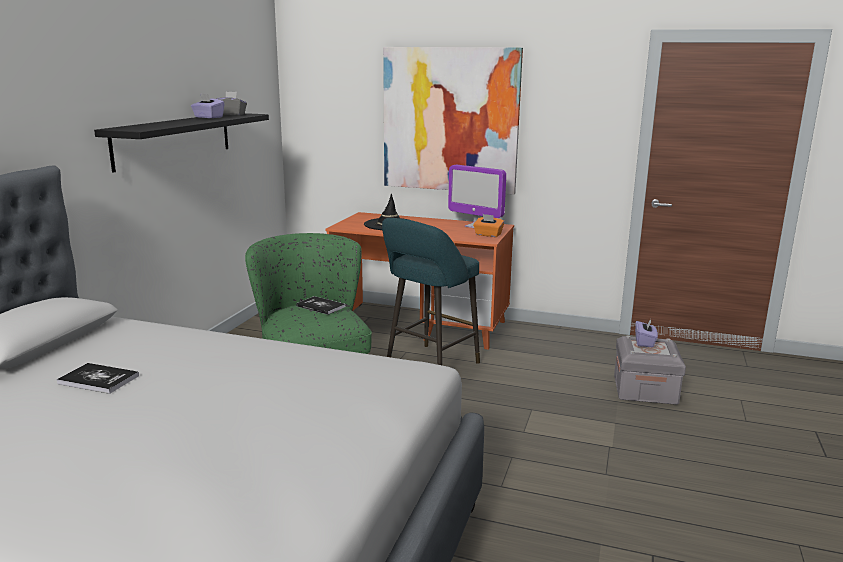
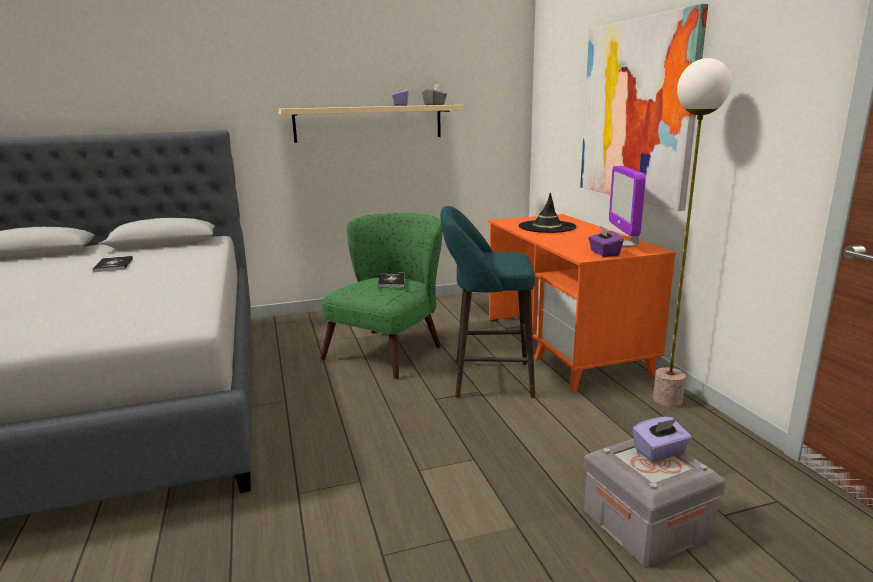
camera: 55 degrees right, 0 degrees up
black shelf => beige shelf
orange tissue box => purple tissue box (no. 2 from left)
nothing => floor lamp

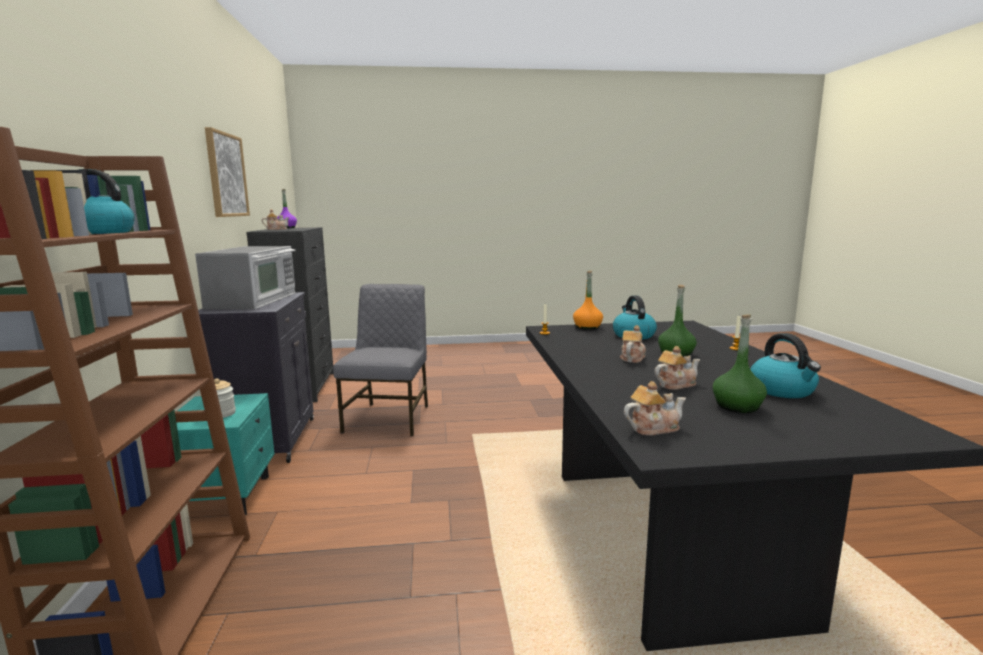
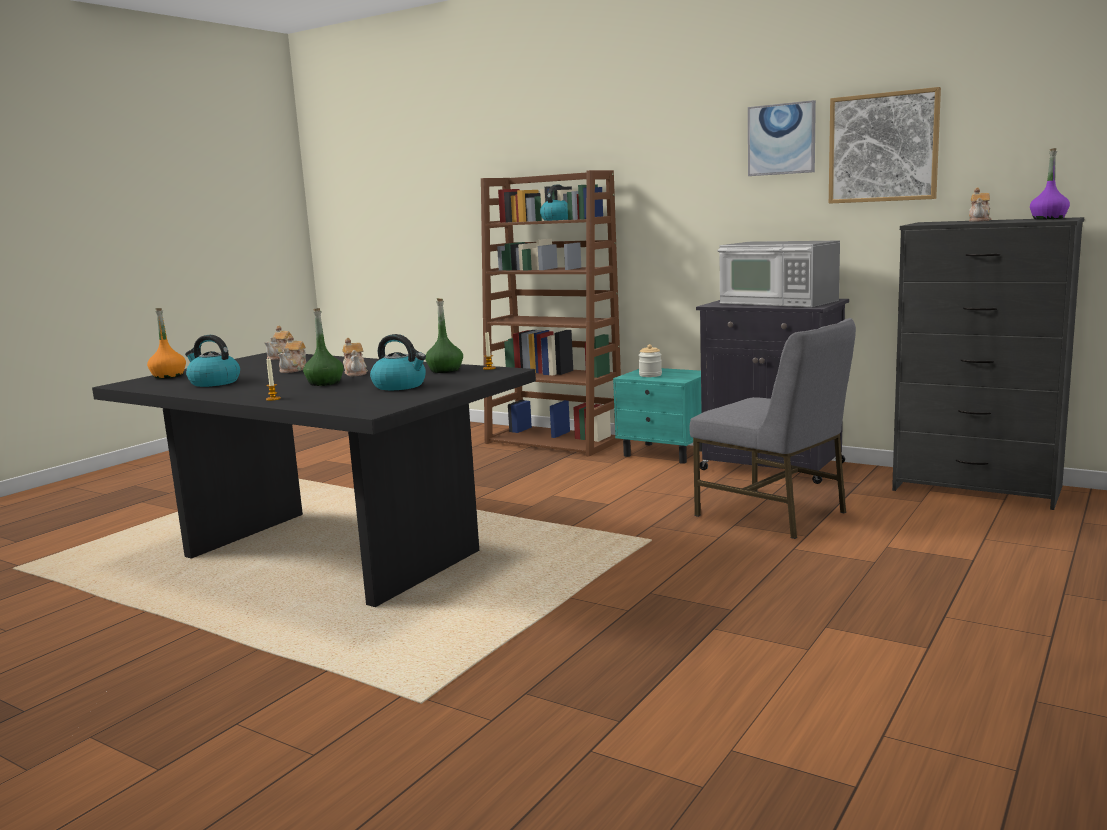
camera: 130 degrees right, 0 degrees up
orange bottle, relocated
green bottle (no. 2 from left), relocated
nothing => picture (no. 1 from left)

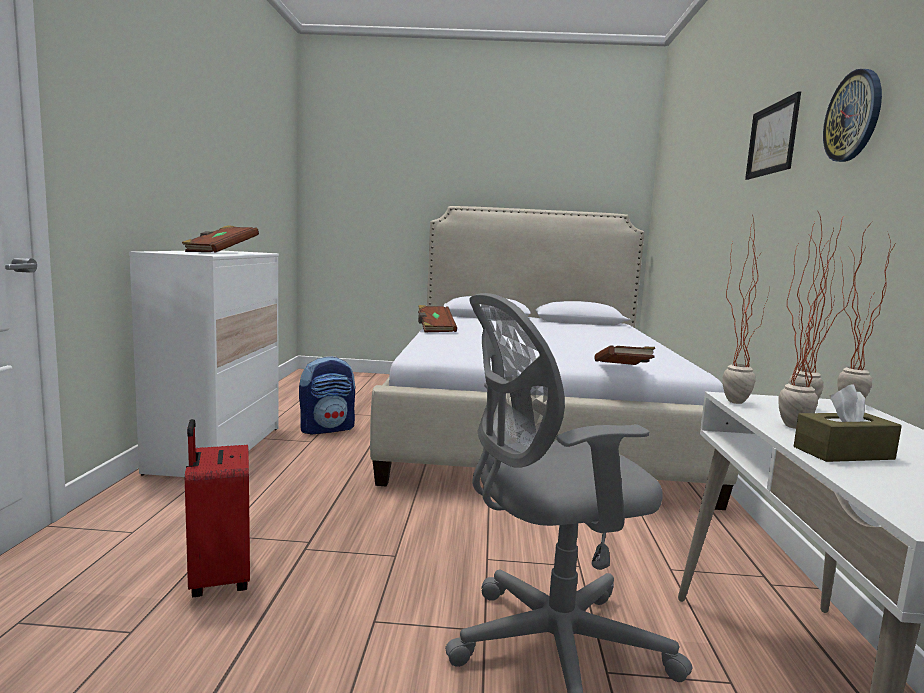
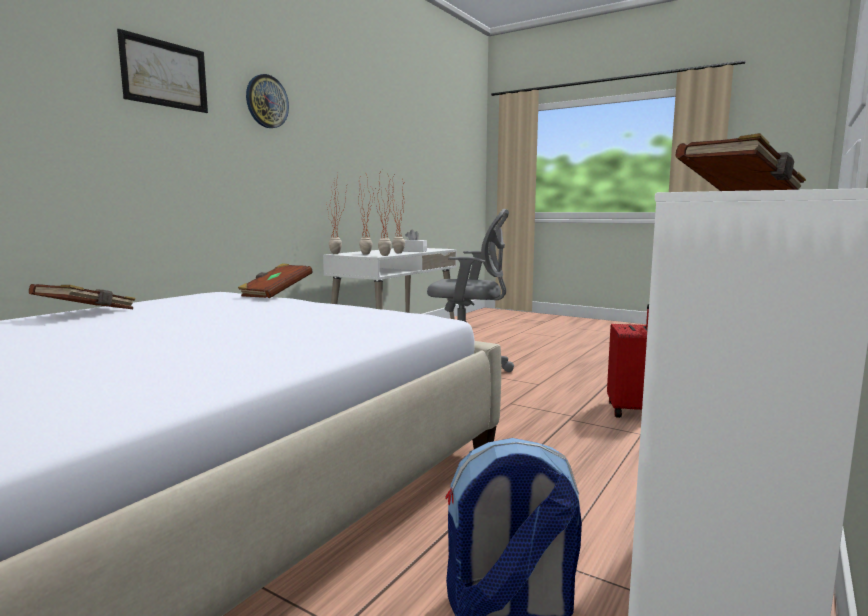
camera: 150 degrees left, 0 degrees up
brown book (no. 2 from left in the first image) => brown book (no. 1 from left), relocated
brown tissue box => white tissue box

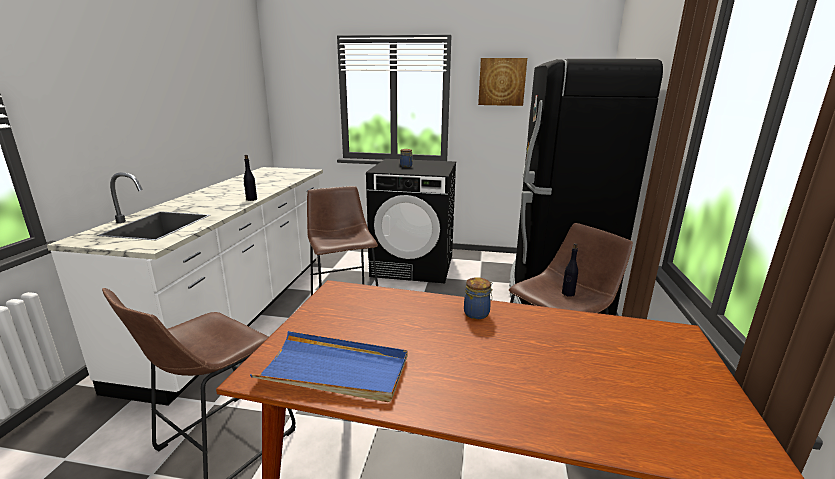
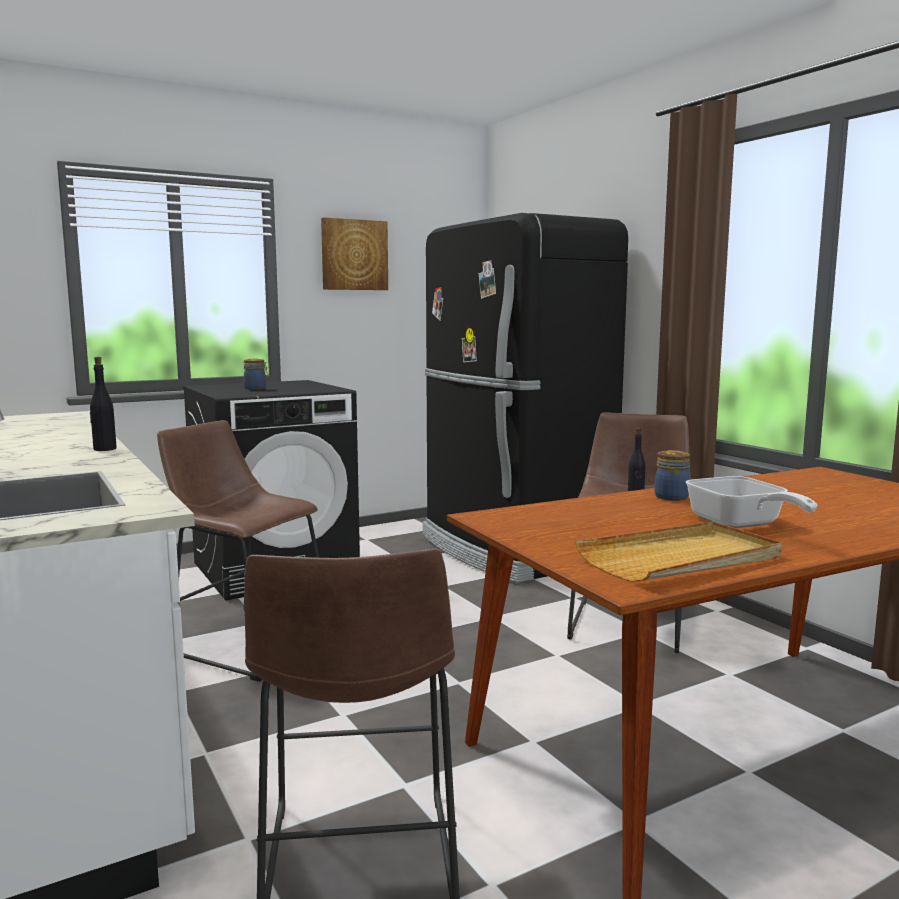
camera: 40 degrees left, 10 degrees down
blue tray => beige tray
nothing => frying pan

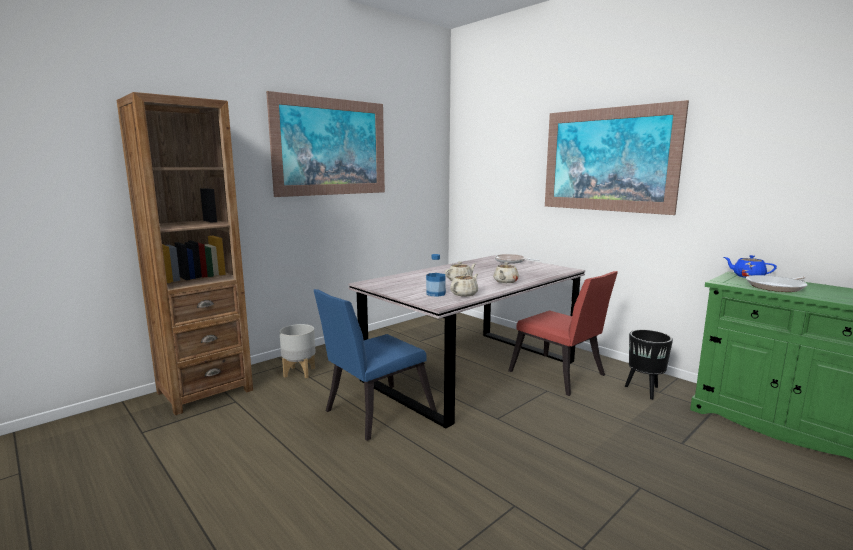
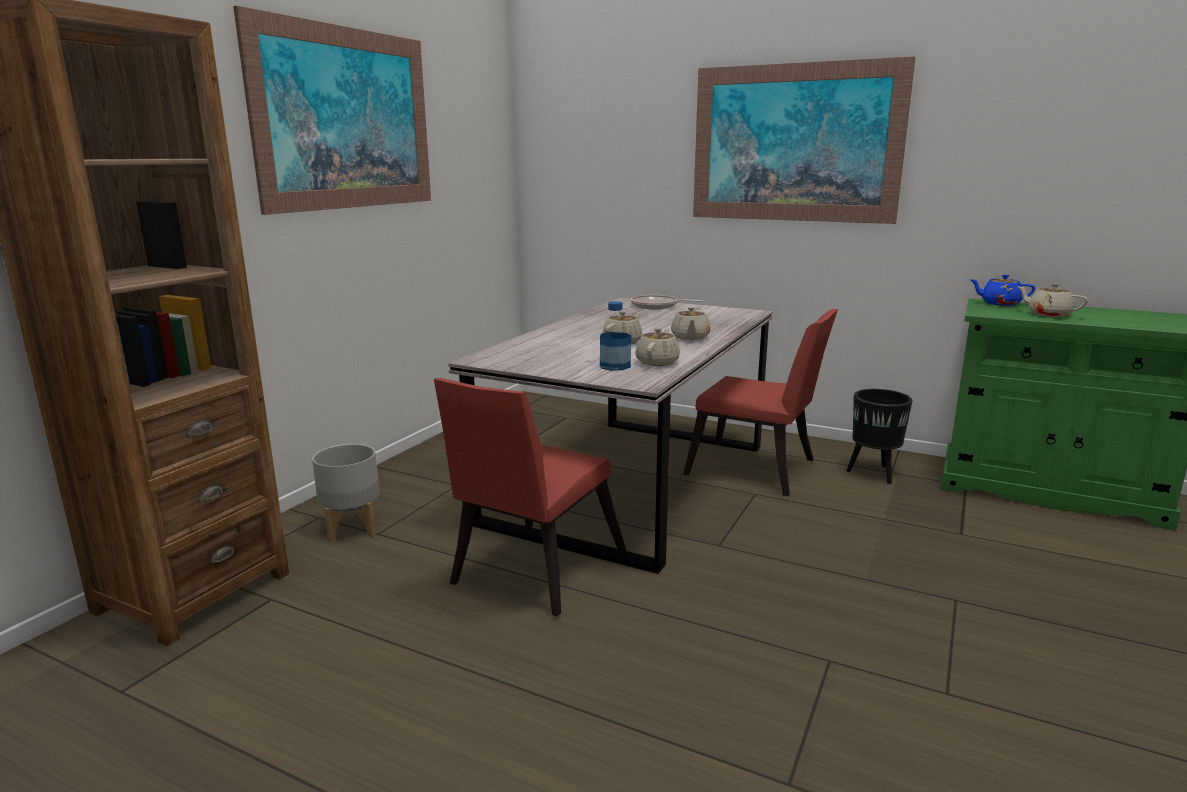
camera: 20 degrees left, 5 degrees up
blue chair => red chair (no. 1 from left)
frying pan (no. 2 from left) => beige teapot (no. 4 from left)

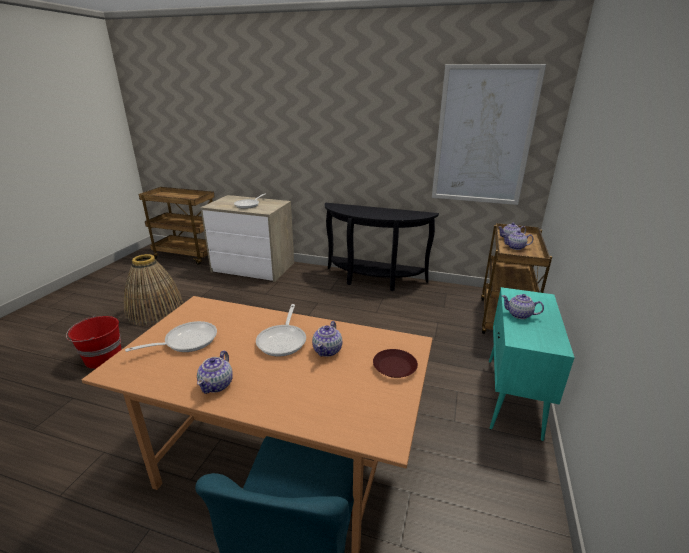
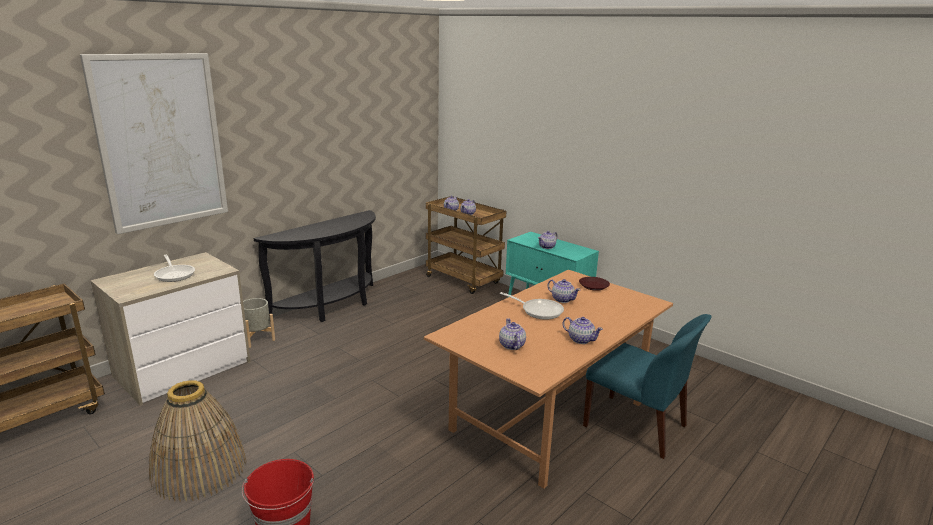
camera: 65 degrees left, 5 degrees down
frying pan (no. 1 from left) => teapot (no. 3 from left)
picture, relocated
nothing => grey planter

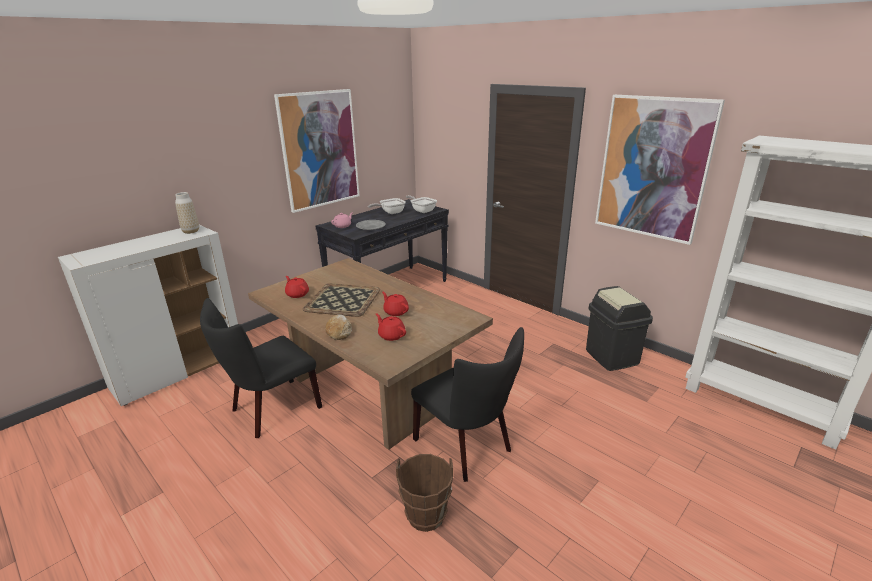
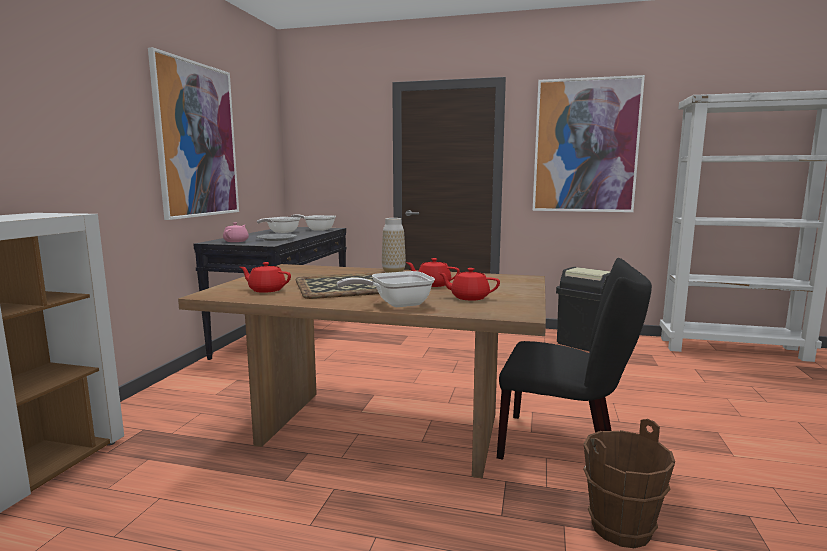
camera: 30 degrees left, 15 degrees down
vase, relocated
black chair (no. 1 from left) => nothing
bread => frying pan (no. 3 from left)

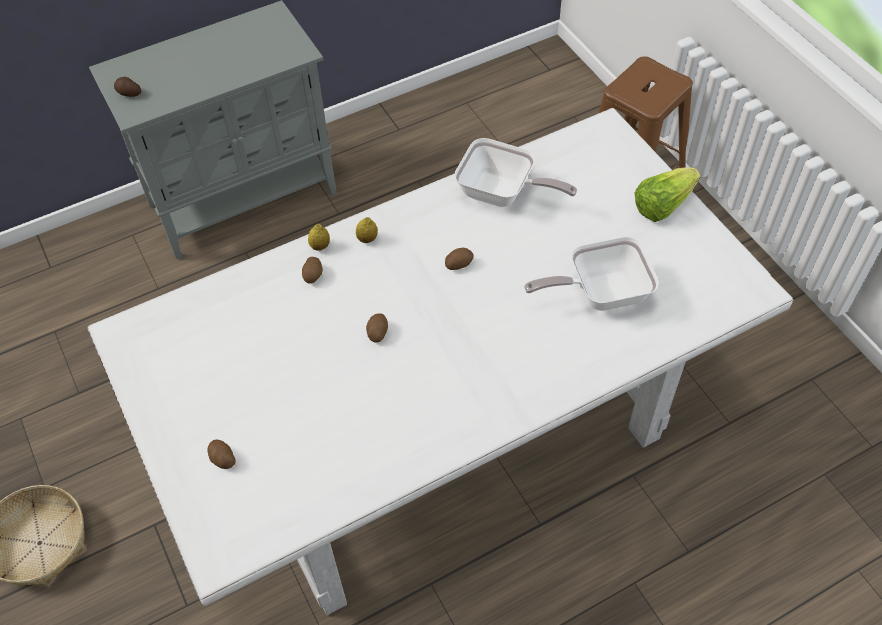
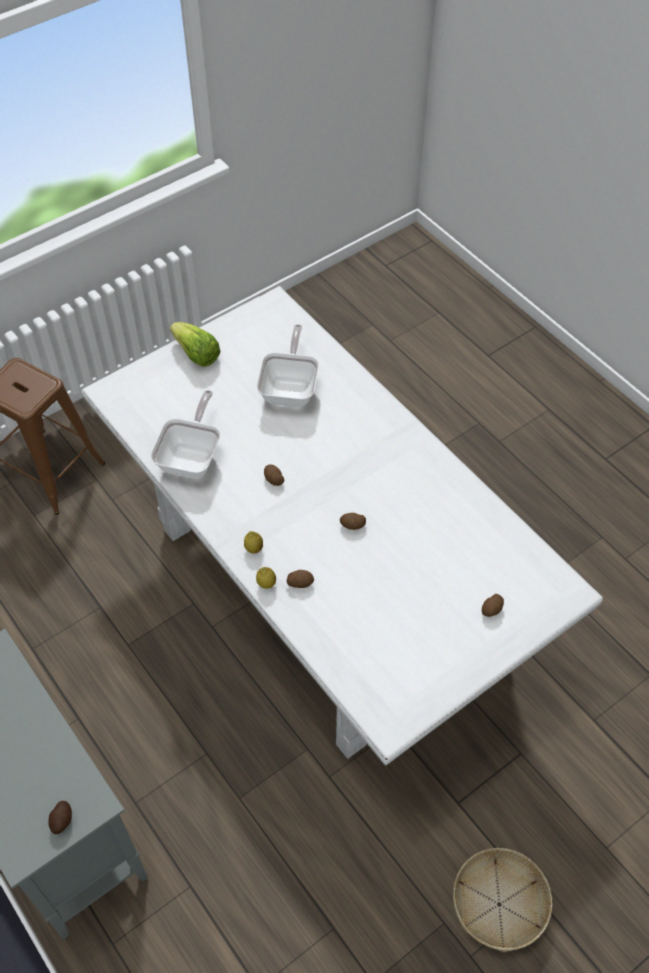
camera: 100 degrees left, 0 degrees up
frying pan (no. 2 from left), 150 degrees counterclockwise

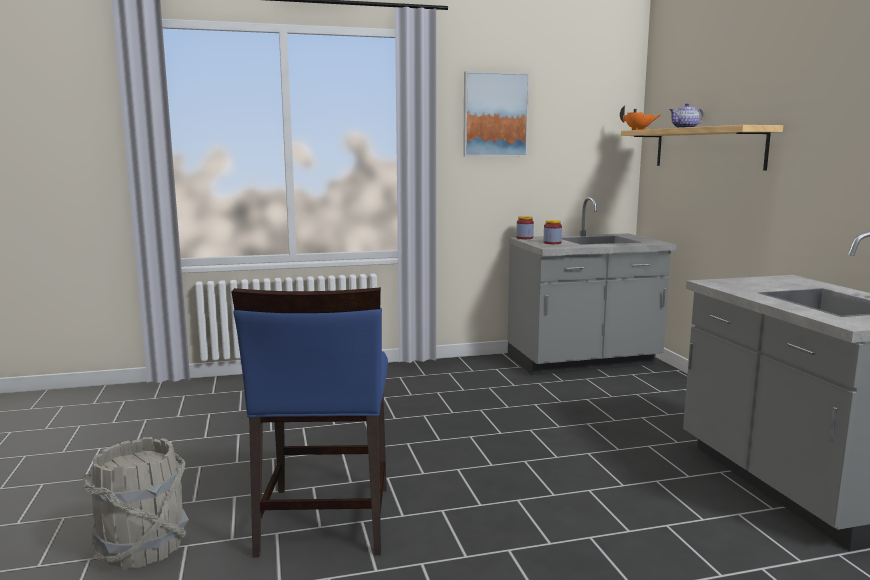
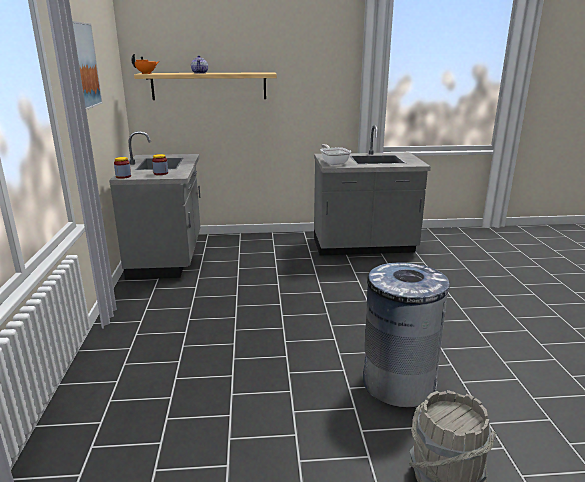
camera: 80 degrees left, 10 degrees up
blue chair => grey trash can
nothing => frying pan

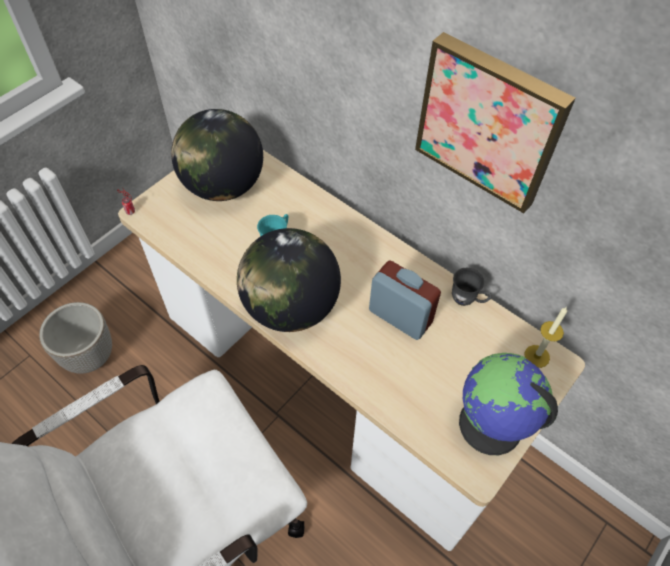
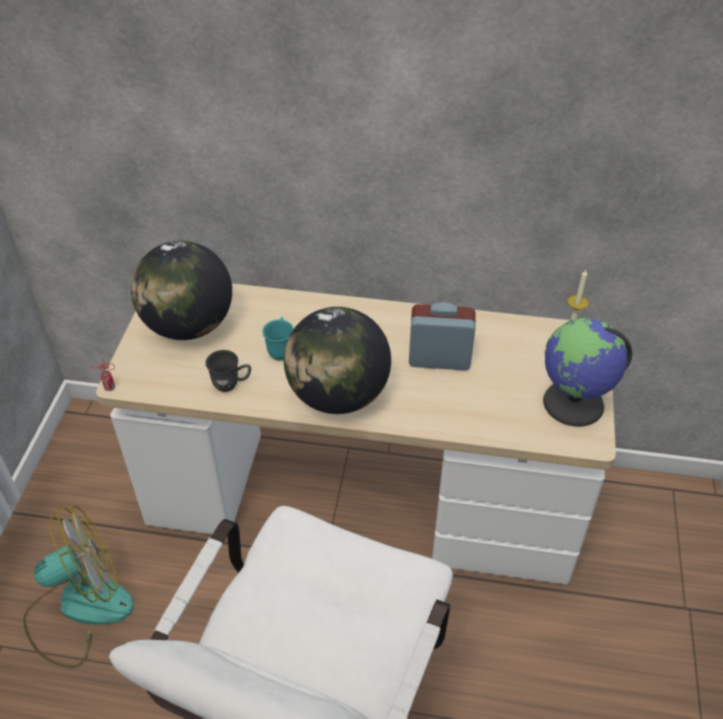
camera: 30 degrees left, 10 degrees down
planter => fan
picture => nothing
grey mug, relocated

